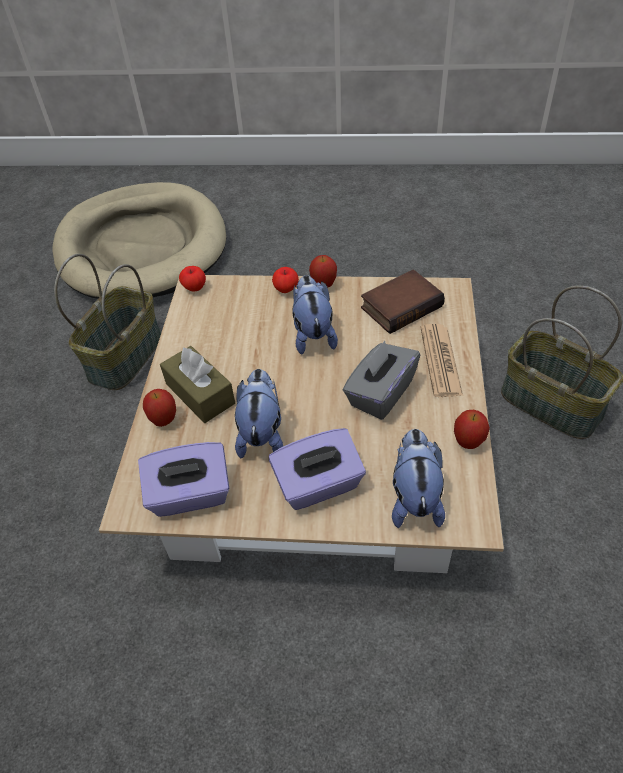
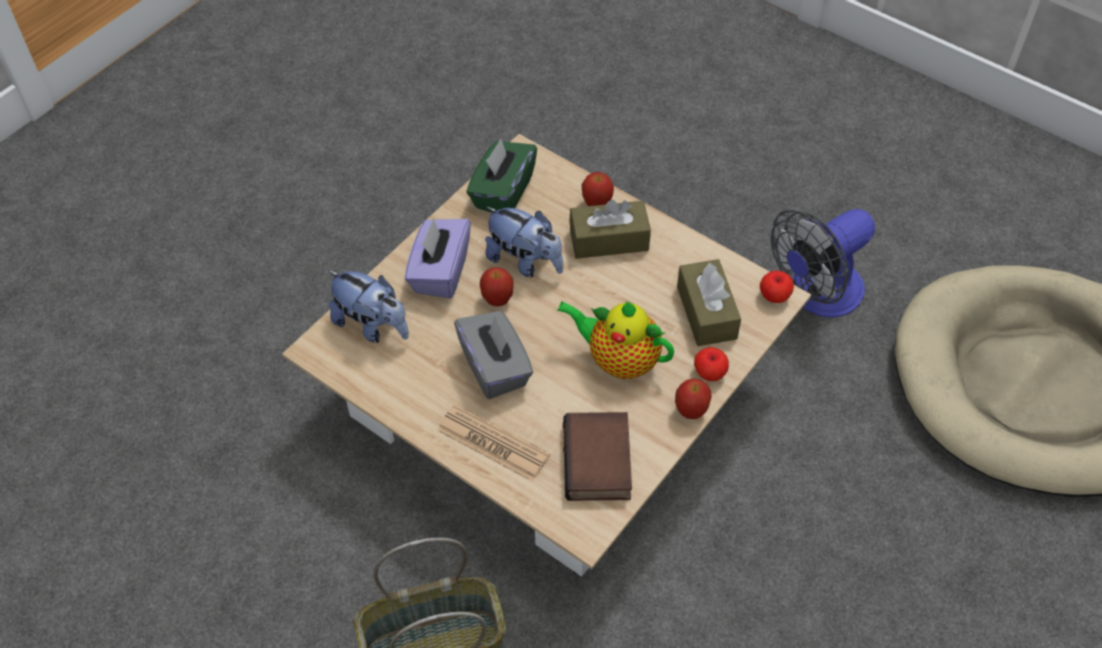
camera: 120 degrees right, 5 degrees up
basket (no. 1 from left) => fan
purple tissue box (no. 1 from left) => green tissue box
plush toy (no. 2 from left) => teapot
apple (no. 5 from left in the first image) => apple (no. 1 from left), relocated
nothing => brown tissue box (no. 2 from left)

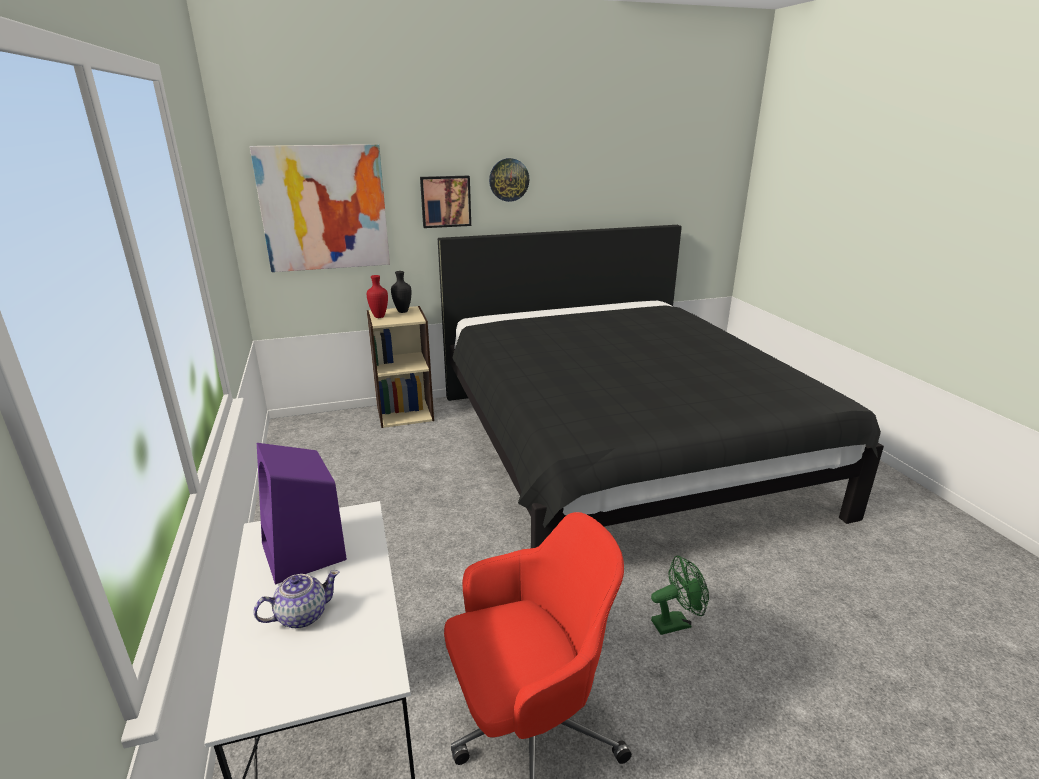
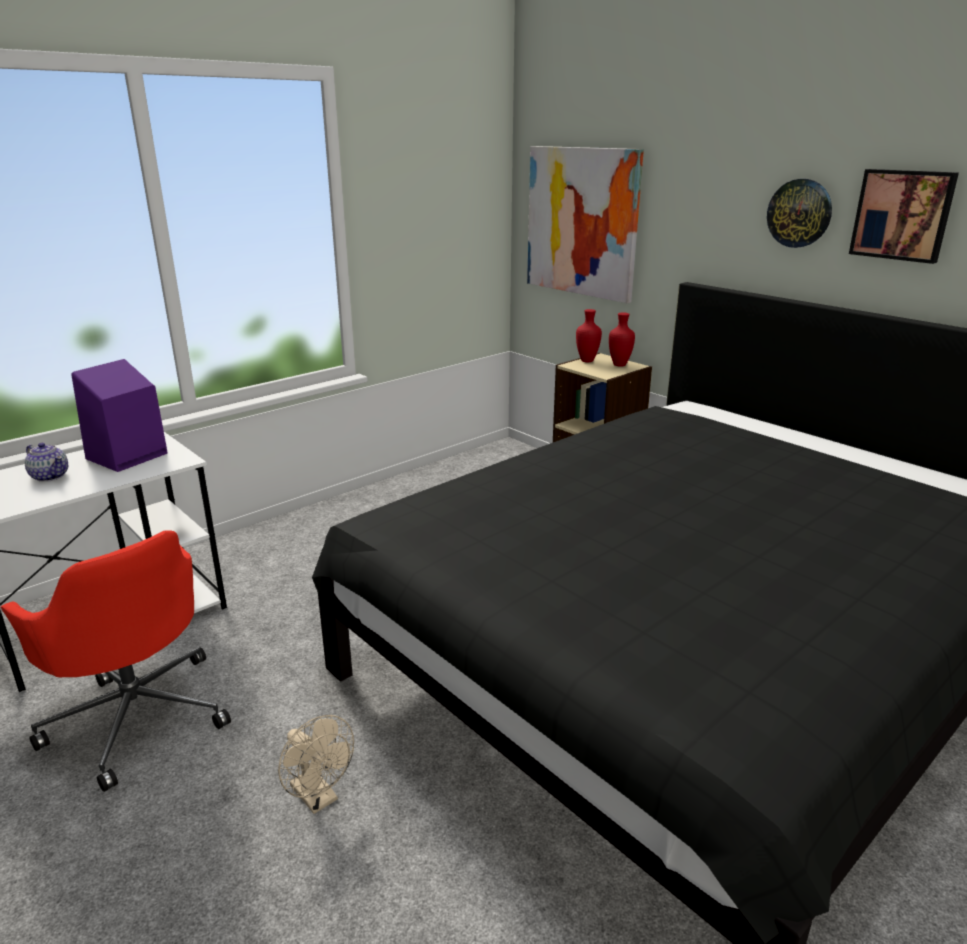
camera: 65 degrees right, 0 degrees up
black vase => red vase (no. 2 from left)
picture (no. 2 from left), relocated
green fan => beige fan

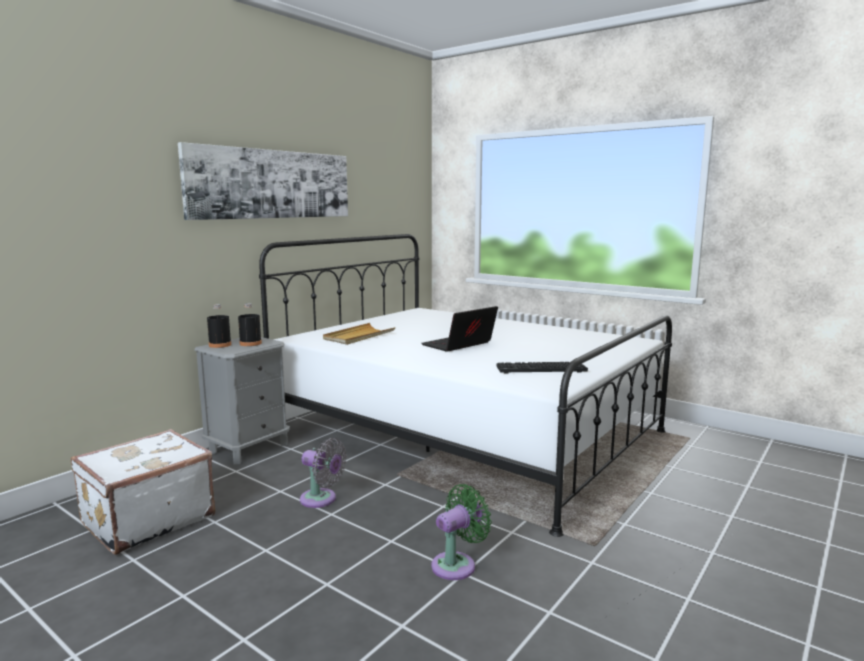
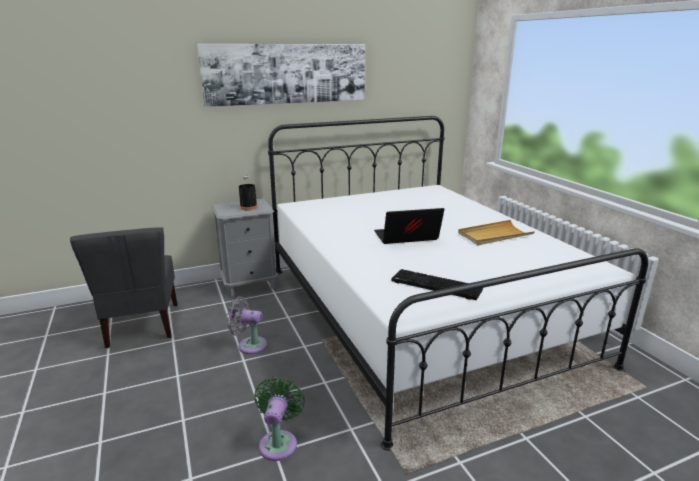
camera: 30 degrees right, 10 degrees up
white suitcase => grey chair
black bottle (no. 1 from left) => nothing
grey fan, 135 degrees clockwise
beige tray, relocated
green fan, 75 degrees counterclockwise

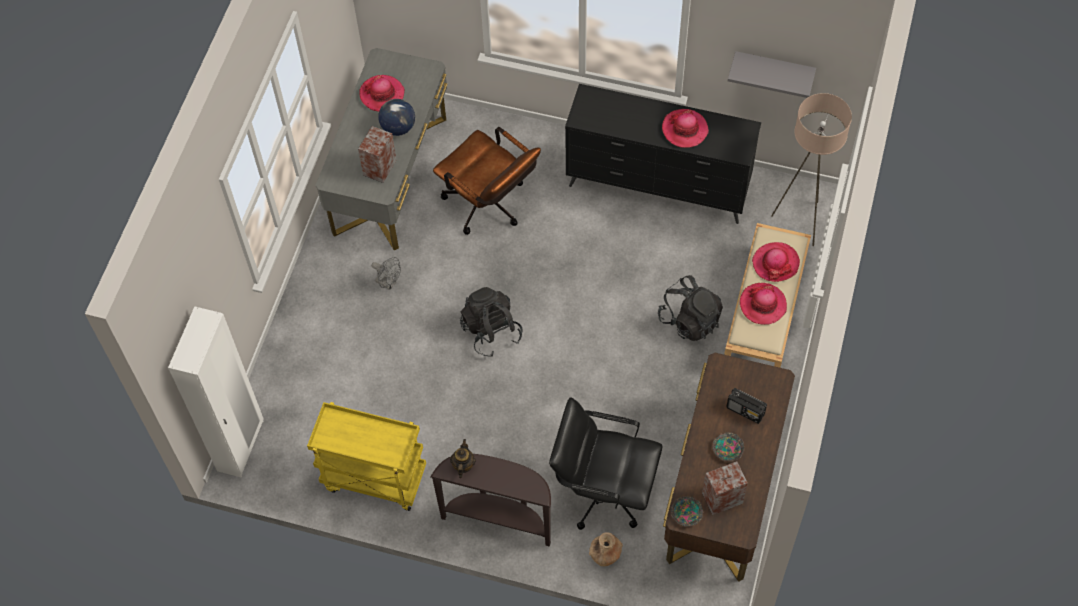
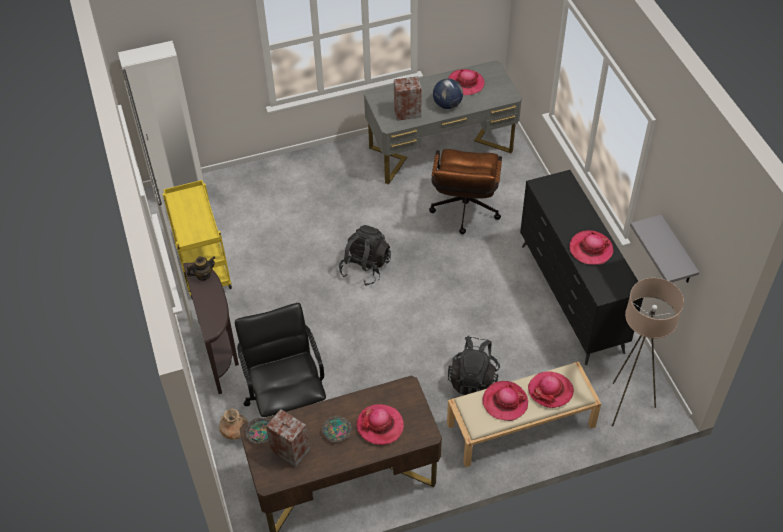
camera: 55 degrees right, 10 degrees down
grey fan => nothing
radio => hat (no. 1 from left)

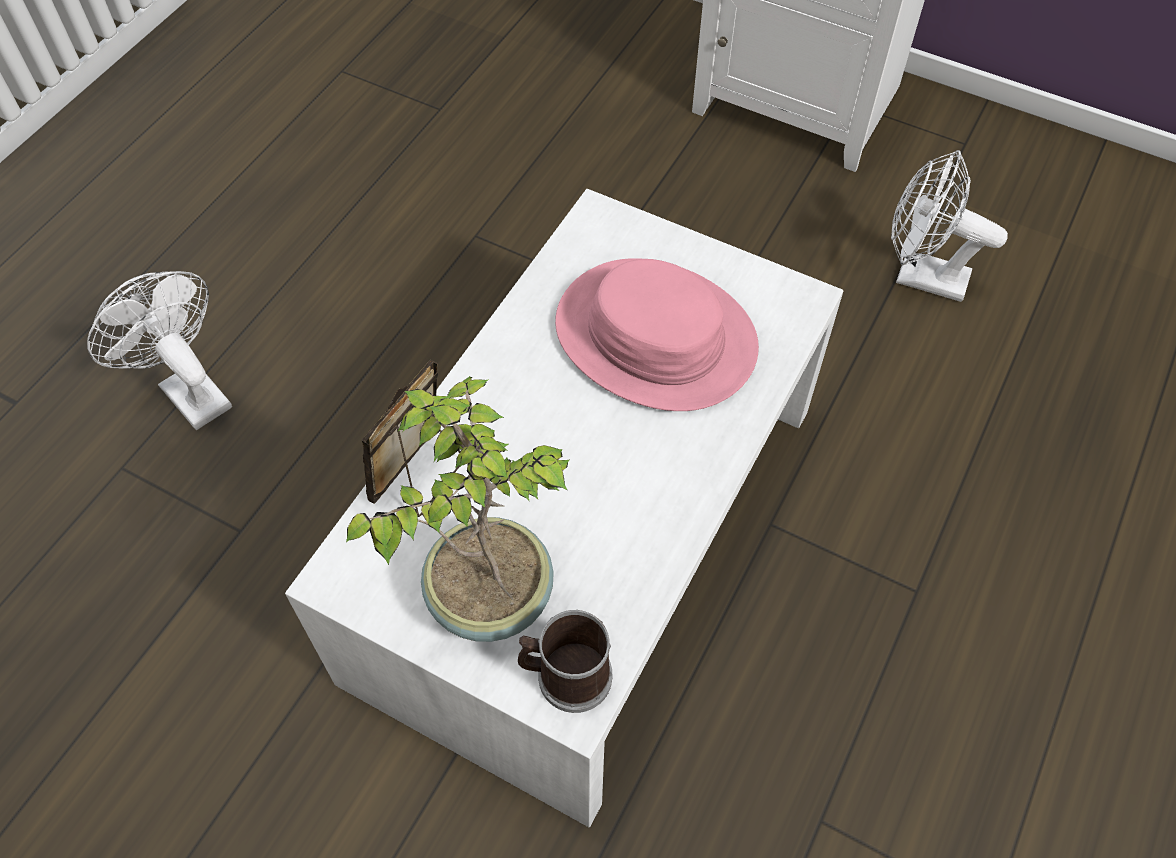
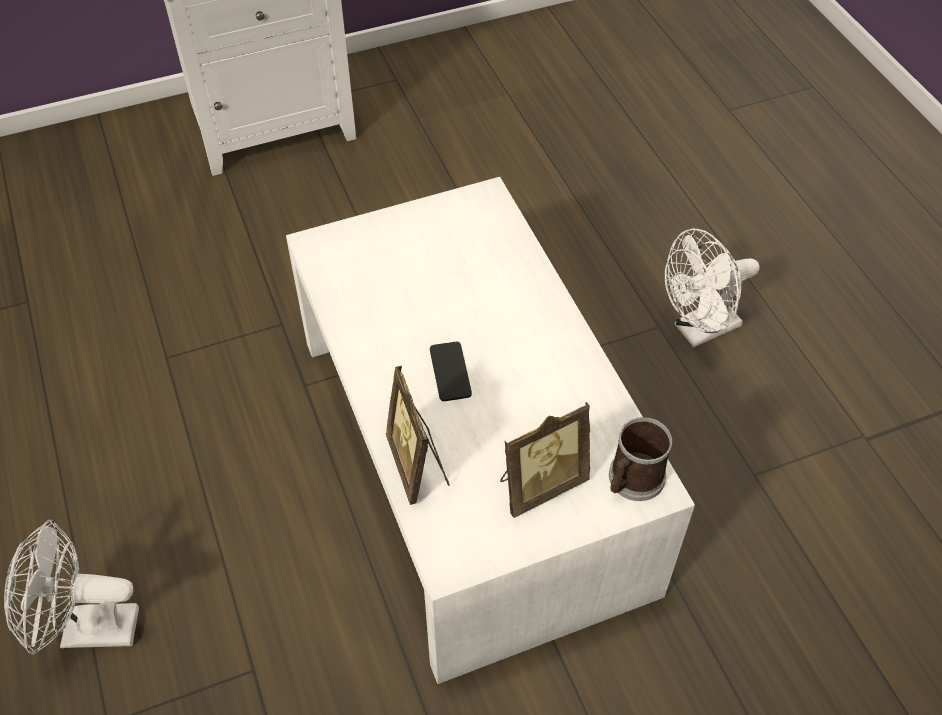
camera: 50 degrees left, 5 degrees down
potted plant => picture frame (no. 2 from left)
pink hat => nothing
white fan (no. 2 from left), relocated
nothing => phone

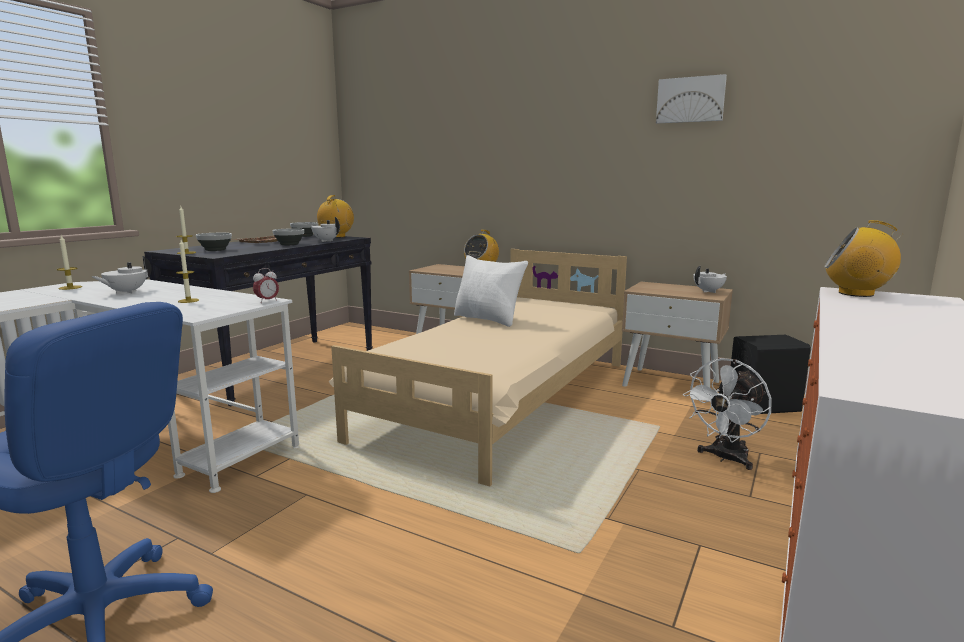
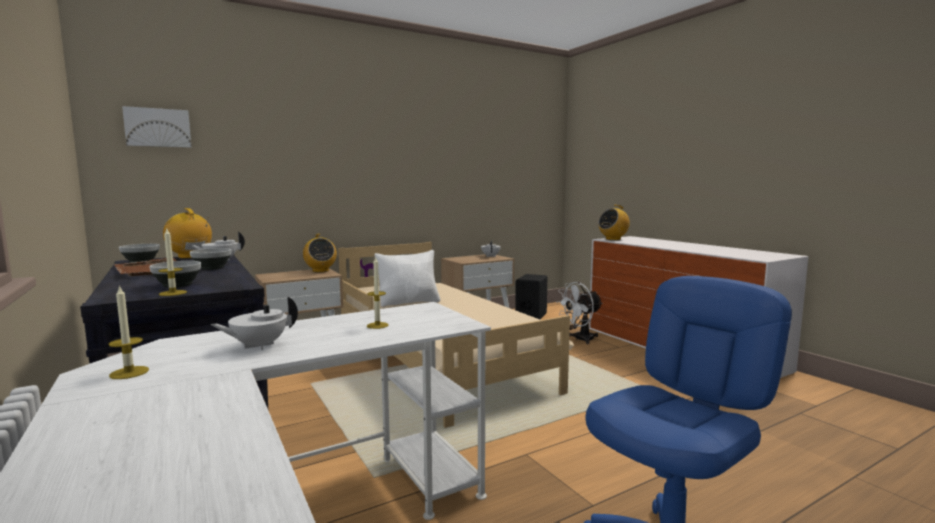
camera: 60 degrees left, 5 degrees down
white teapot (no. 1 from left in the first image) => white teapot (no. 2 from left), 90 degrees clockwise
alarm clock => nothing
picture, relocated
white fan, 75 degrees clockwise

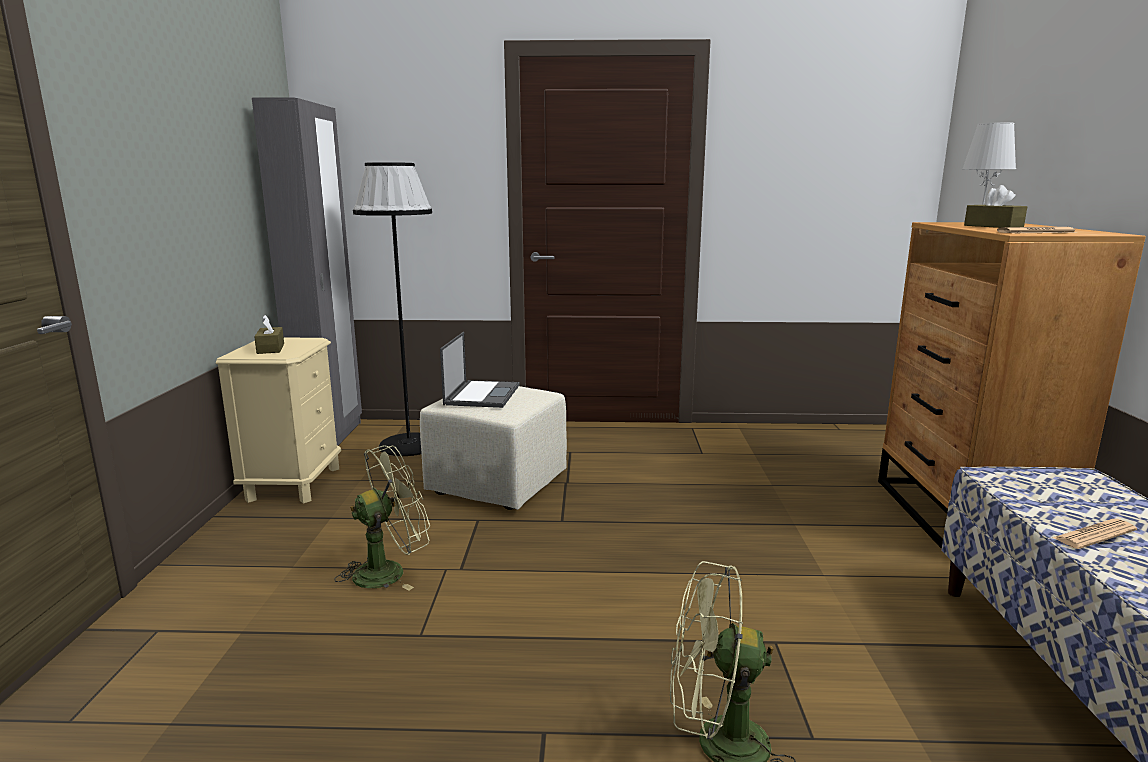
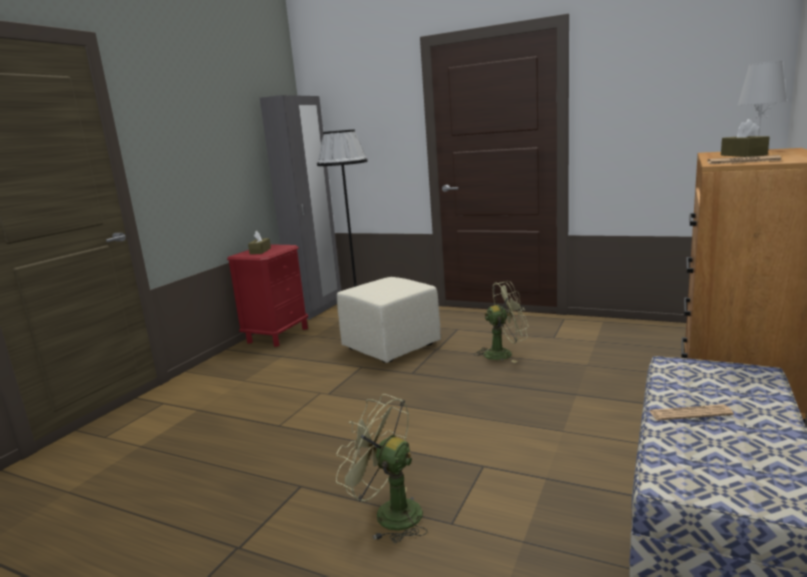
camera: 25 degrees right, 0 degrees up
beige nightstand => red nightstand
green fan (no. 1 from left in the first image) => green fan (no. 2 from left), relocated
laptop => nothing

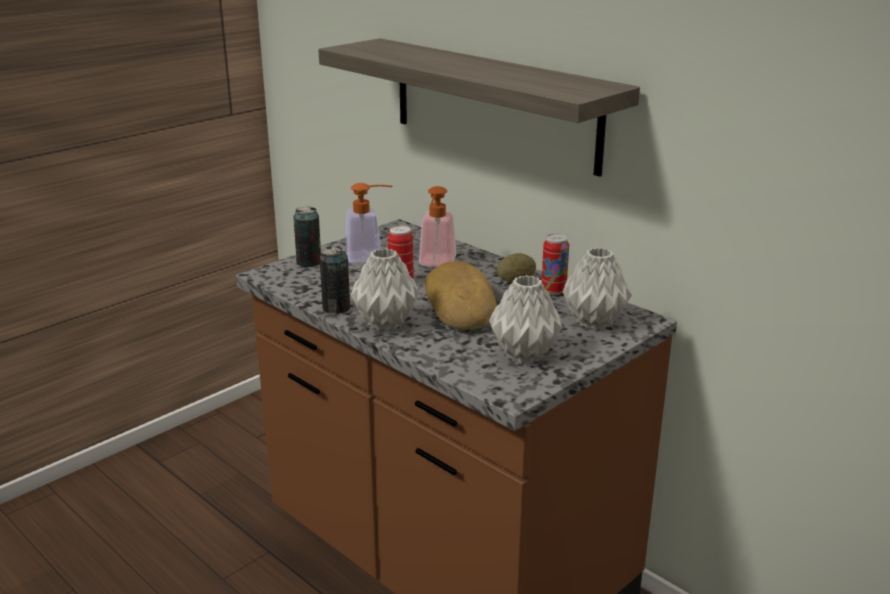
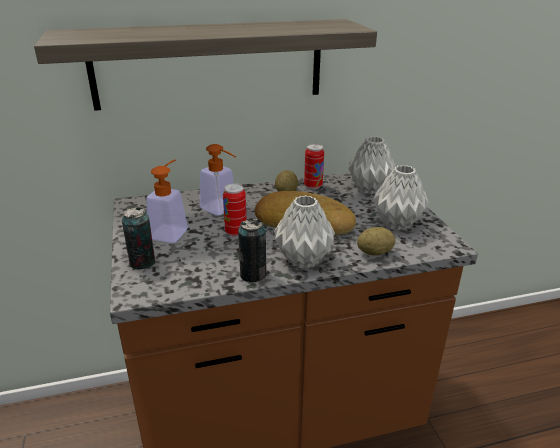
camera: 60 degrees left, 5 degrees up
nothing => potato (no. 2 from left)

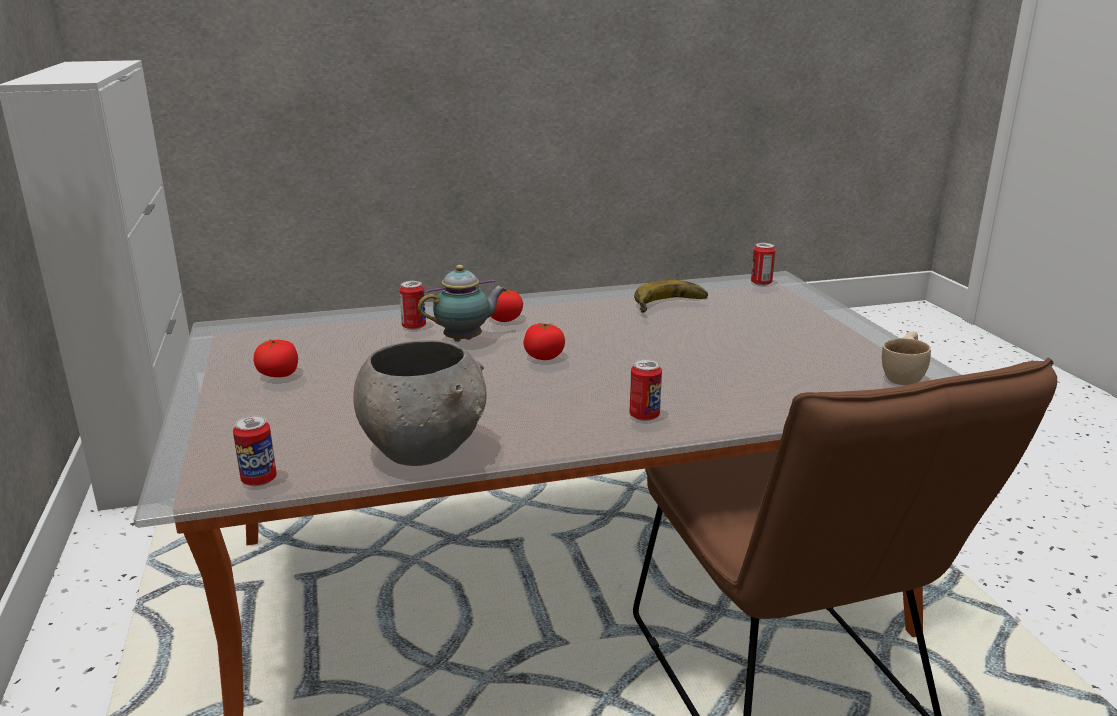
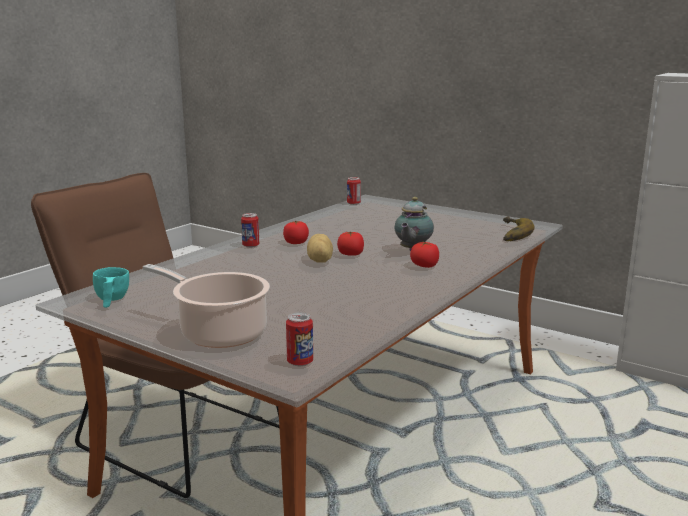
camera: 140 degrees right, 5 degrees down
tomato (no. 1 from left), relocated
grey bowl => nothing
can (no. 2 from left) => nothing
banana, relocated
beige cup => turquoise cup
nothing => cooking pot
nothing => potato

